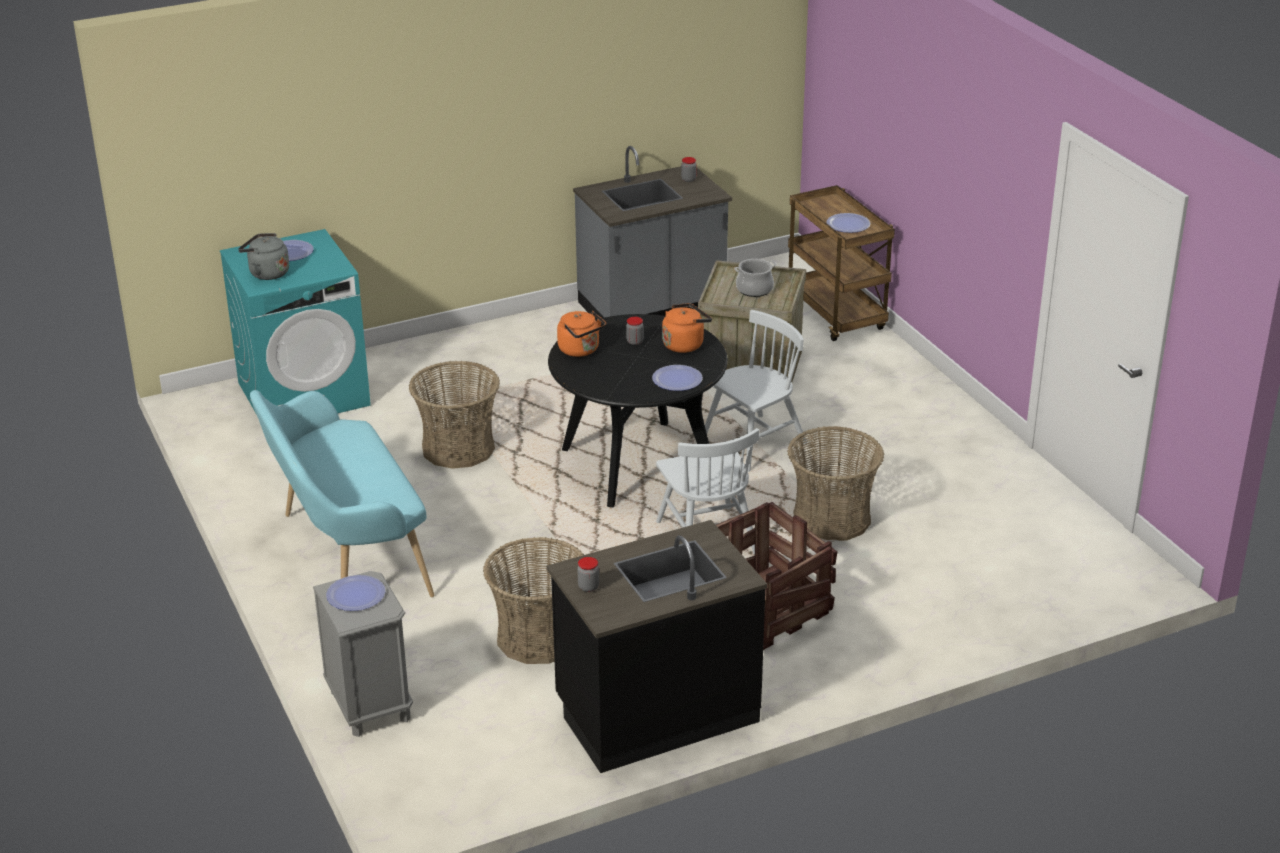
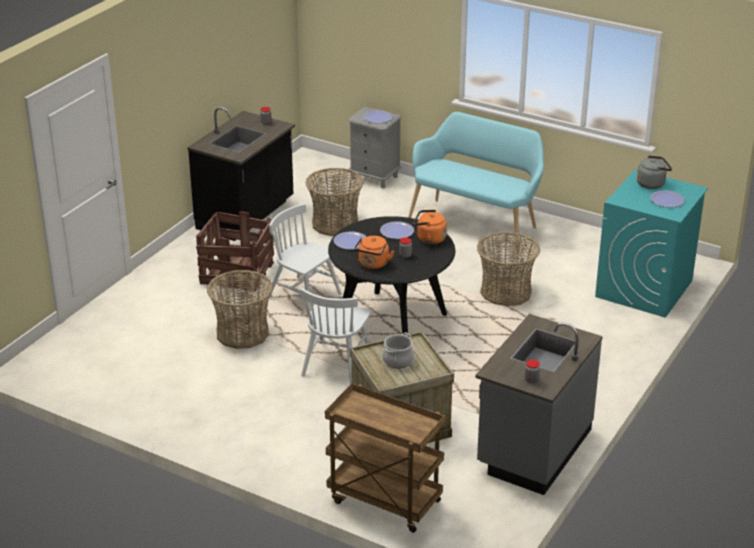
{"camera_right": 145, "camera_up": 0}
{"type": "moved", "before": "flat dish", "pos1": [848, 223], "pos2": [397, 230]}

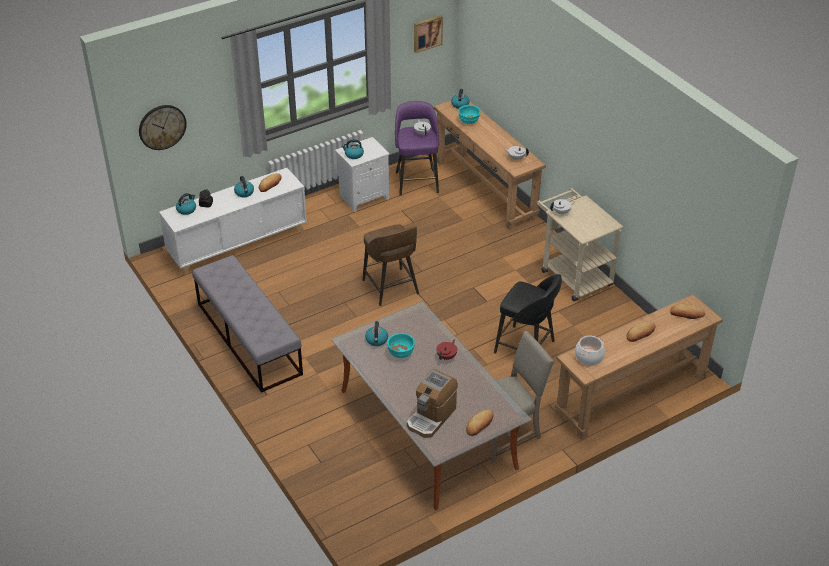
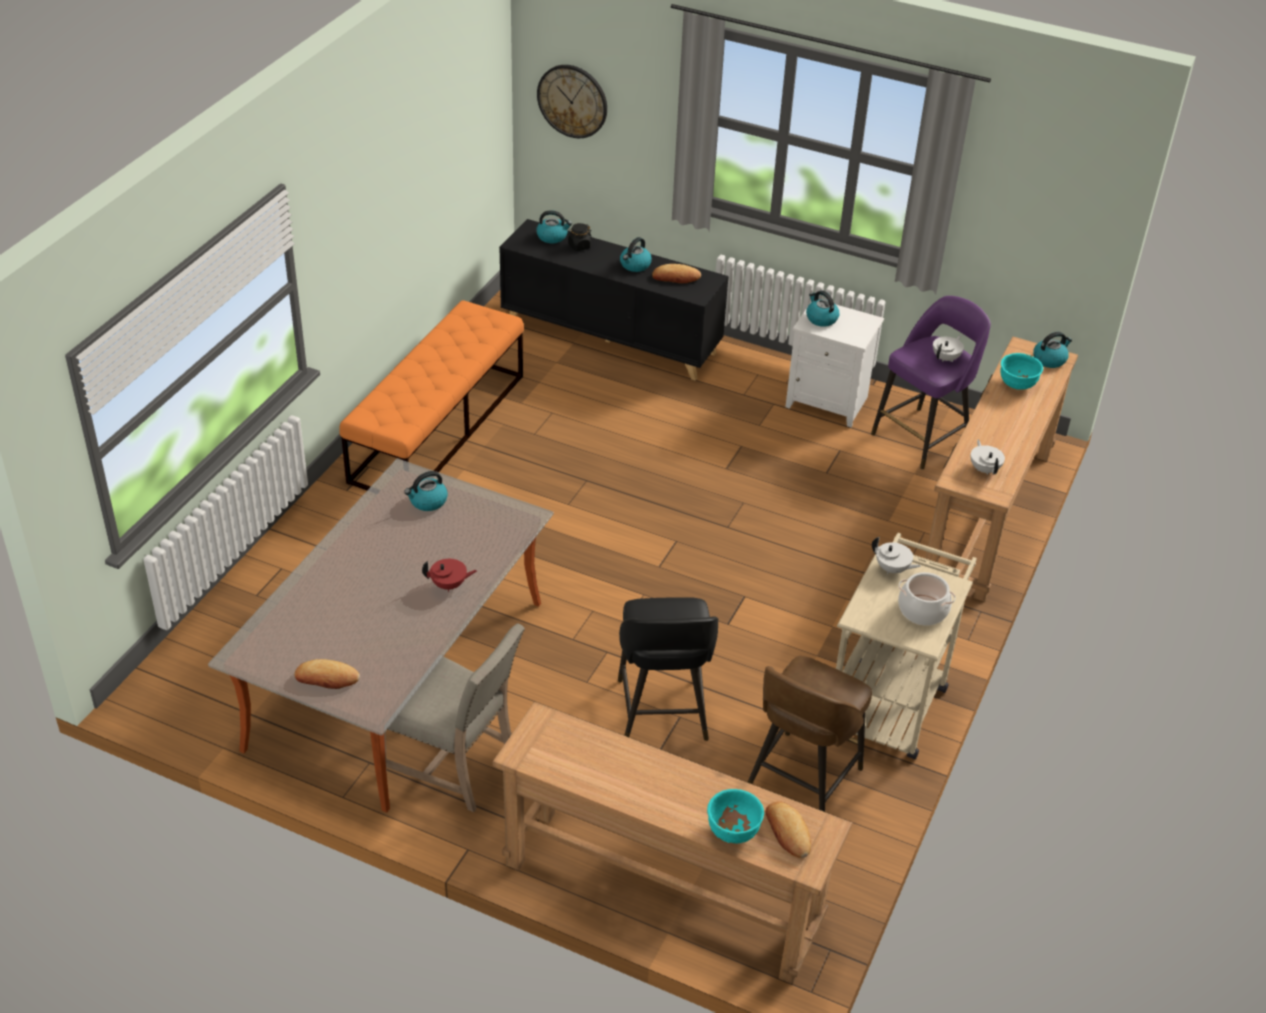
{"camera_right": 55, "camera_up": 0}
{"type": "recoloured", "before": "whitish cabinet", "after": "blackish cabinet", "pos1": [233, 222], "pos2": [614, 300]}
{"type": "recoloured", "before": "greyish bench", "after": "orange-coloured bench", "pos1": [247, 324], "pos2": [431, 395]}
{"type": "moved", "before": "brown-coloured sitting stool", "pos1": [391, 265], "pos2": [809, 734]}
{"type": "moved", "before": "blue-green serving bowl", "pos1": [401, 345], "pos2": [735, 816]}
{"type": "removed", "before": "coffee maker", "pos1": [432, 403]}
{"type": "removed", "before": "wall art", "pos1": [428, 34]}
{"type": "moved", "before": "stockpot", "pos1": [590, 350], "pos2": [927, 599]}
{"type": "removed", "before": "baked bread", "pos1": [641, 332]}

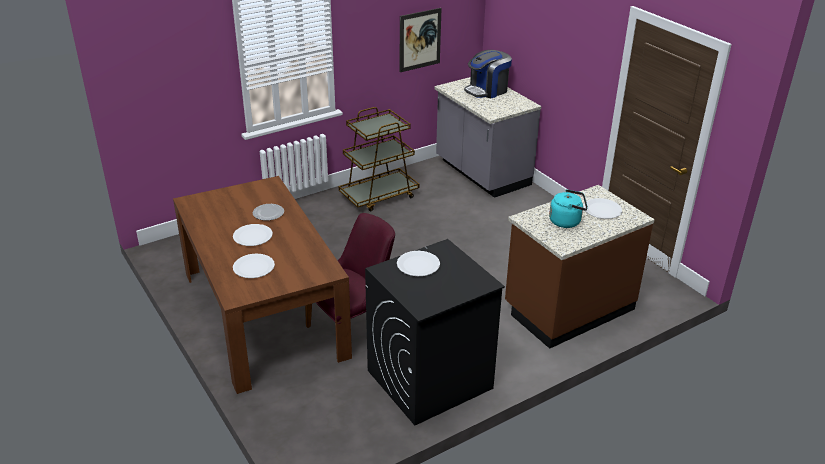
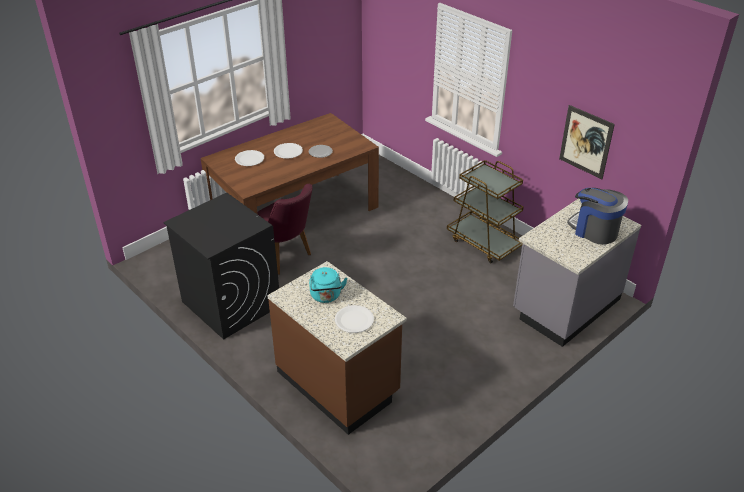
{"camera_right": 80, "camera_up": 5}
{"type": "removed", "before": "whitish flat dish", "pos1": [418, 263]}

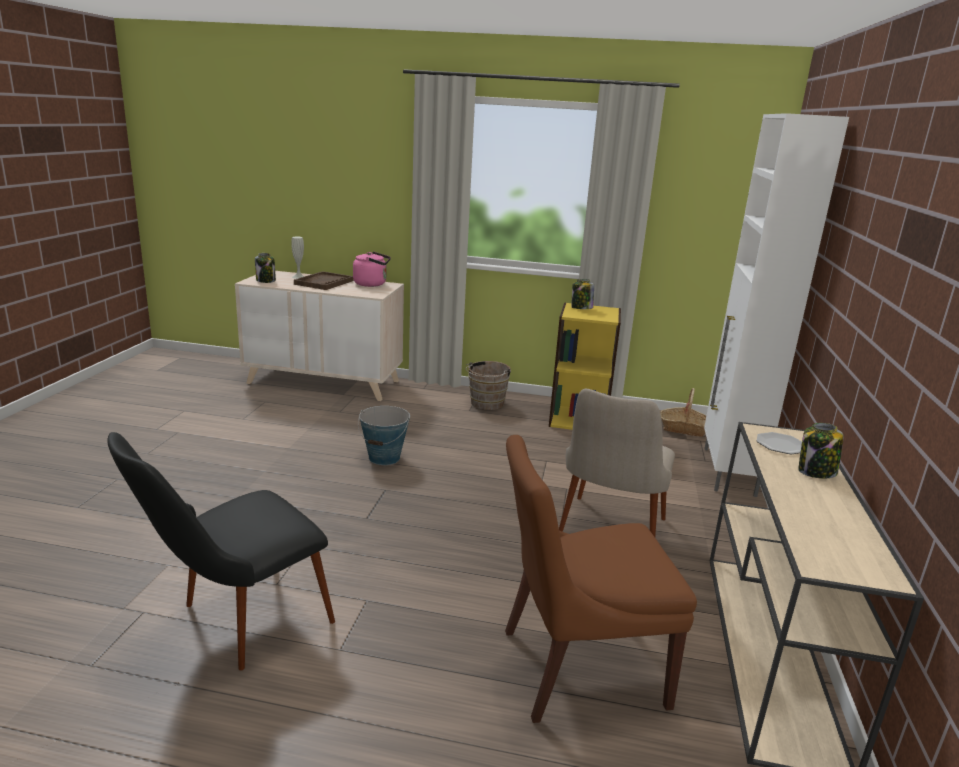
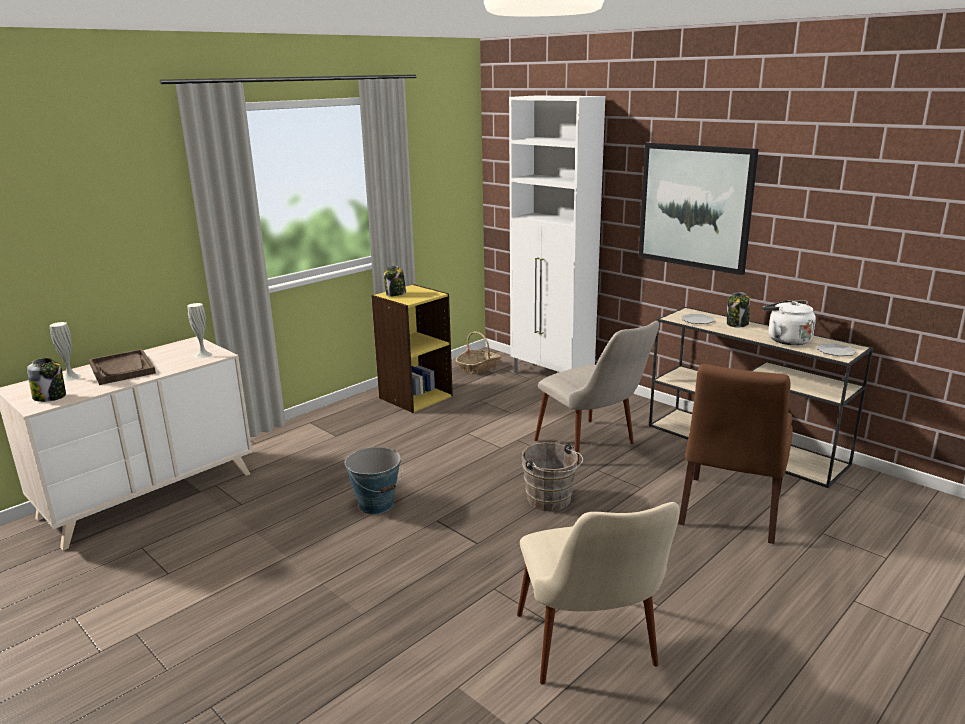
{"camera_right": -55, "camera_up": 0}
{"type": "recoloured", "before": "blackish upright chair", "after": "sand-coloured upright chair", "pos1": [221, 551], "pos2": [598, 593]}
{"type": "removed", "before": "pink water kettle", "pos1": [372, 269]}
{"type": "moved", "before": "brown-coloured pail", "pos1": [488, 385], "pos2": [552, 476]}
{"type": "added", "after": "whitish flower vase", "pos2": [200, 330]}
{"type": "added", "after": "wall art", "pos2": [698, 209]}
{"type": "added", "after": "whitish water kettle", "pos2": [789, 322]}
{"type": "added", "after": "flat dish", "pos2": [836, 349]}

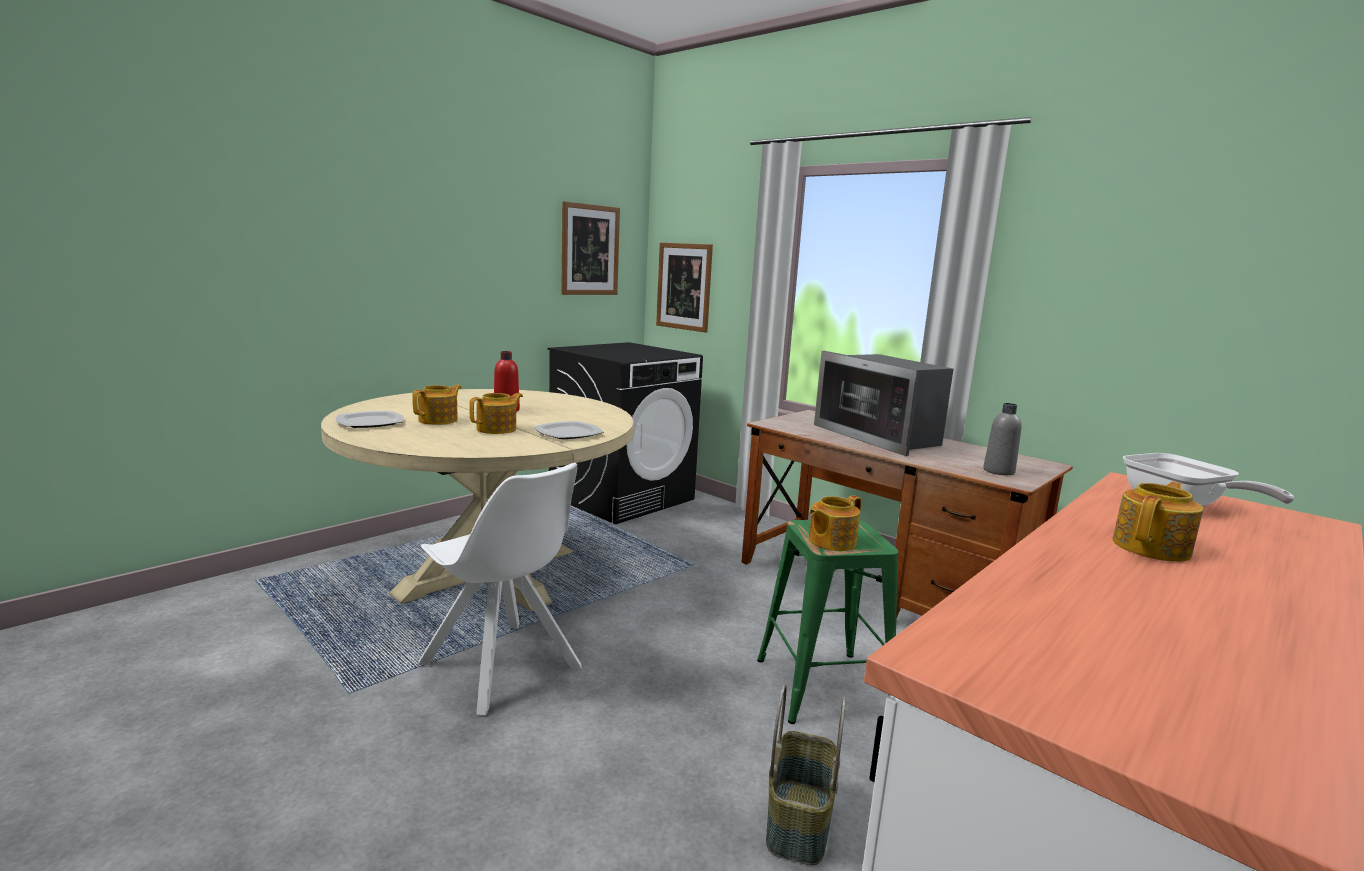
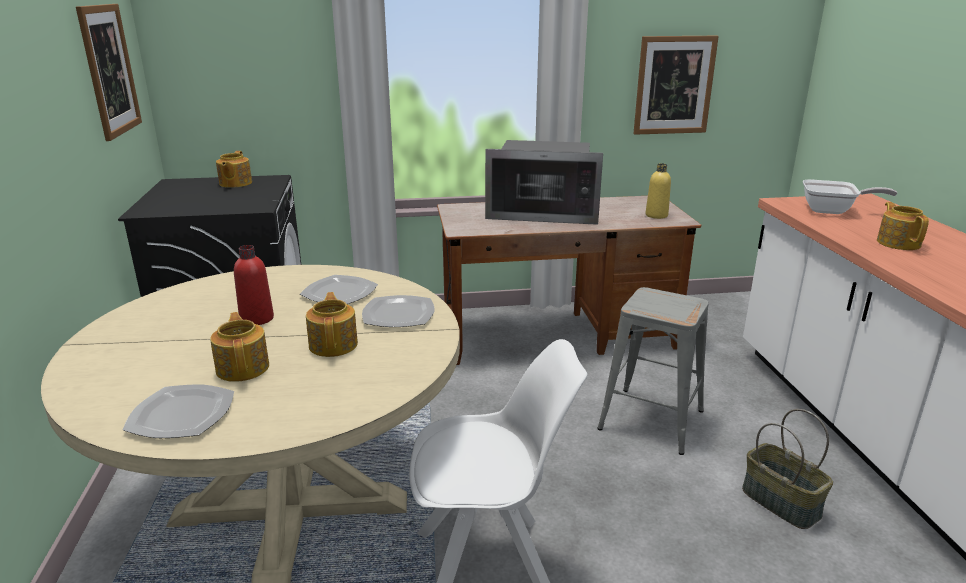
{"camera_right": -50, "camera_up": 10}
{"type": "moved", "before": "wall art", "pos1": [684, 288], "pos2": [676, 85]}
{"type": "recoloured", "before": "green-coloured sitting stool", "after": "greyish sitting stool", "pos1": [827, 622], "pos2": [653, 371]}
{"type": "moved", "before": "pot for tea", "pos1": [835, 523], "pos2": [234, 169]}
{"type": "recoloured", "before": "greyish bottle", "after": "yellowish bottle", "pos1": [1002, 439], "pos2": [658, 191]}
{"type": "added", "after": "flat dish", "pos2": [339, 289]}

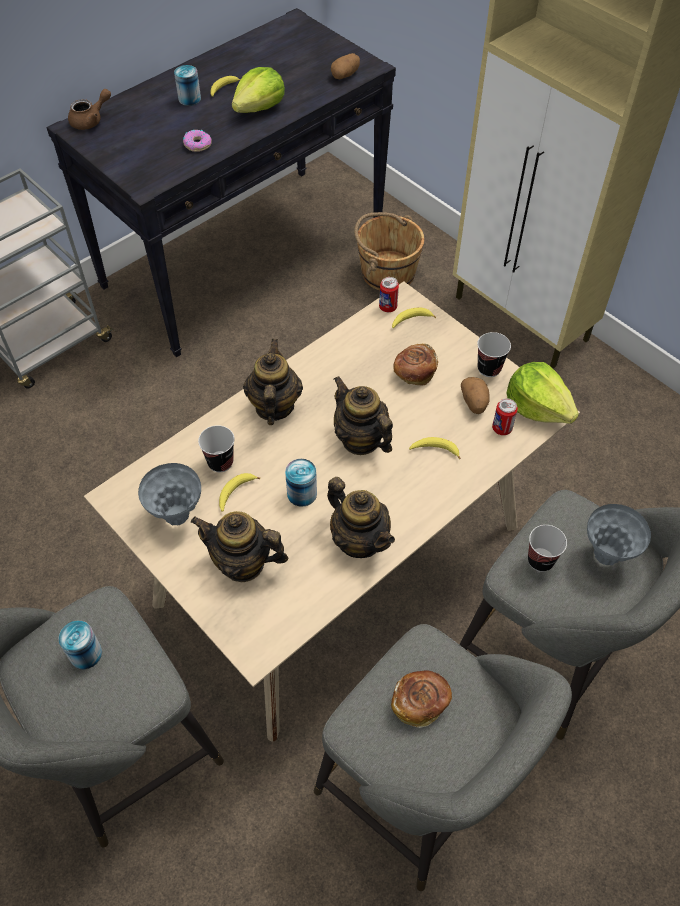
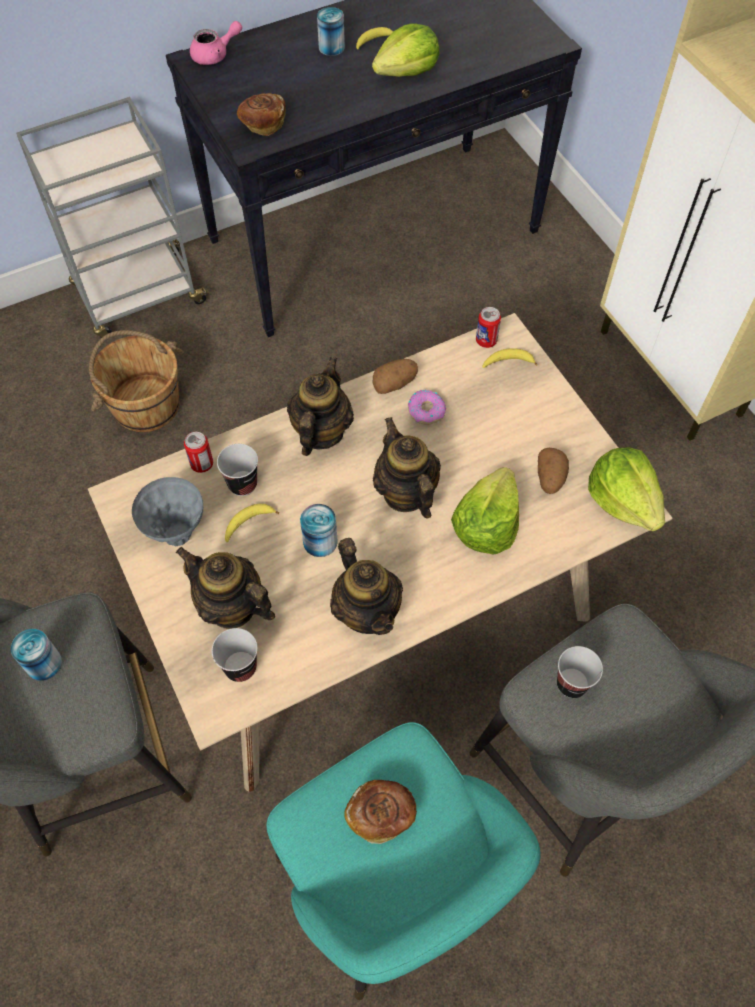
{"camera_right": 15, "camera_up": 5}
{"type": "recoloured", "before": "brown-coloured pot for tea", "after": "pink pot for tea", "pos1": [89, 109], "pos2": [216, 43]}
{"type": "moved", "before": "donut", "pos1": [197, 141], "pos2": [427, 407]}
{"type": "recoloured", "before": "greyish sitting stool", "after": "blue-green sitting stool", "pos1": [443, 757], "pos2": [403, 861]}
{"type": "moved", "before": "spud", "pos1": [345, 66], "pos2": [395, 376]}
{"type": "moved", "before": "brown-coloured pail", "pos1": [389, 251], "pos2": [136, 381]}
{"type": "moved", "before": "baked bread", "pos1": [415, 364], "pos2": [261, 114]}
{"type": "replaced", "before": "banana", "after": "head of lettuce", "pos1": [435, 448], "pos2": [485, 511]}
{"type": "moved", "before": "drinking cup", "pos1": [494, 354], "pos2": [235, 655]}
{"type": "moved", "before": "metal can", "pos1": [505, 416], "pos2": [198, 452]}
{"type": "removed", "before": "greyish flower vase", "pos1": [619, 534]}

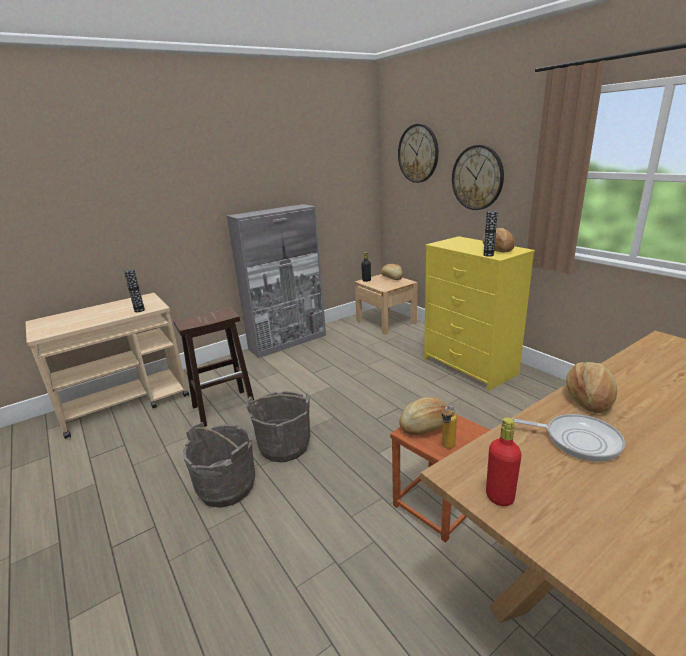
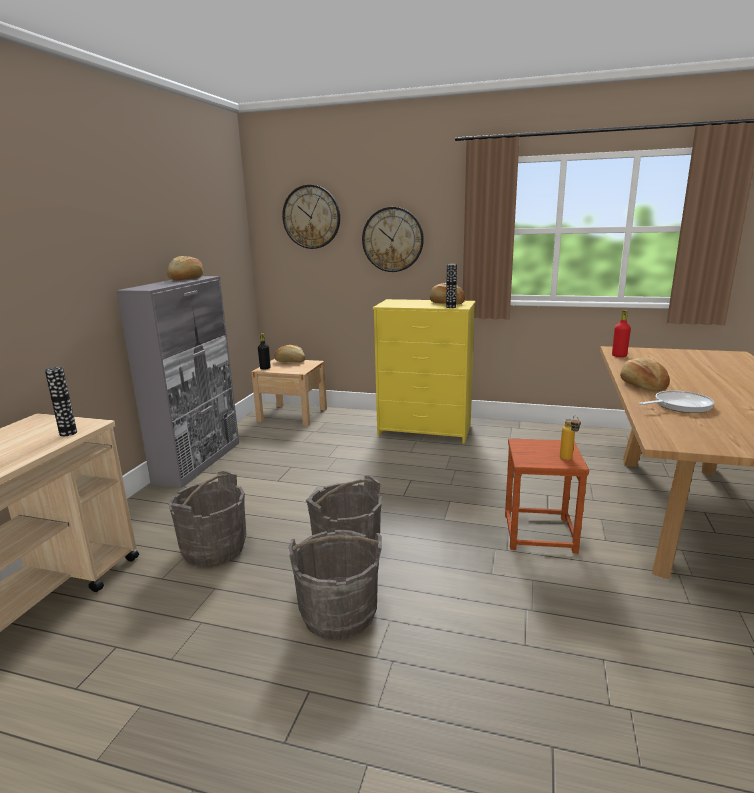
{"camera_right": -40, "camera_up": -5}
{"type": "replaced", "before": "brown-coloured sitting stool", "after": "greyish pail", "pos1": [214, 367], "pos2": [207, 519]}
{"type": "moved", "before": "baked bread", "pos1": [423, 416], "pos2": [185, 268]}
{"type": "moved", "before": "reddish bottle", "pos1": [504, 461], "pos2": [621, 333]}

